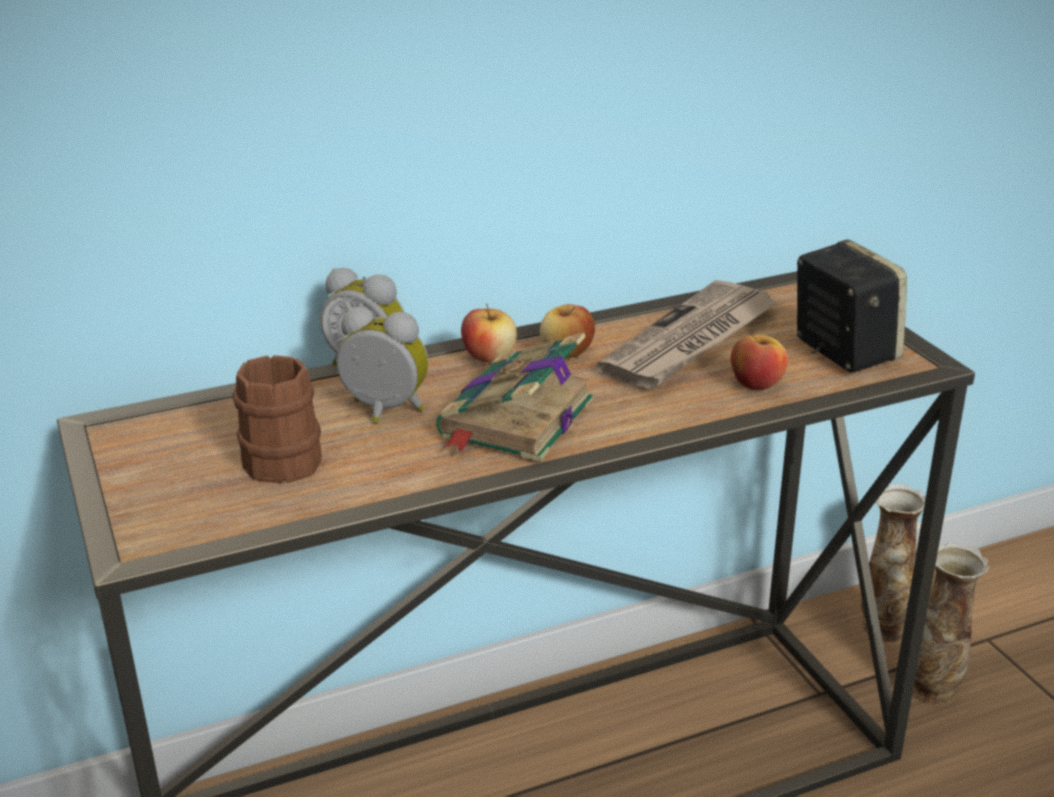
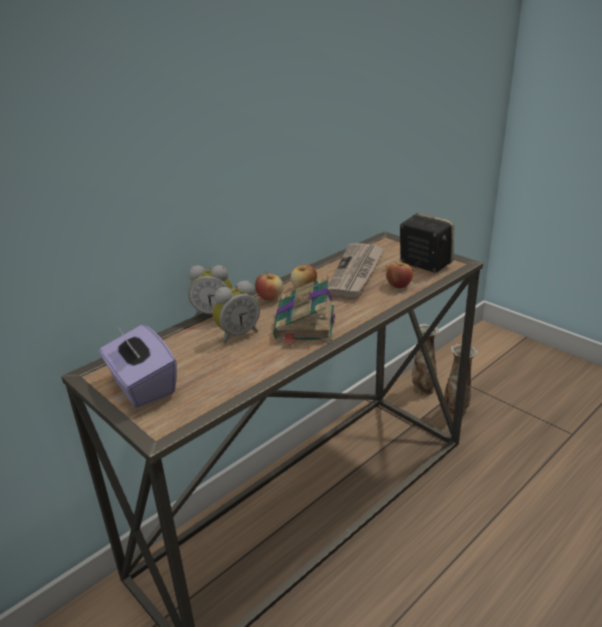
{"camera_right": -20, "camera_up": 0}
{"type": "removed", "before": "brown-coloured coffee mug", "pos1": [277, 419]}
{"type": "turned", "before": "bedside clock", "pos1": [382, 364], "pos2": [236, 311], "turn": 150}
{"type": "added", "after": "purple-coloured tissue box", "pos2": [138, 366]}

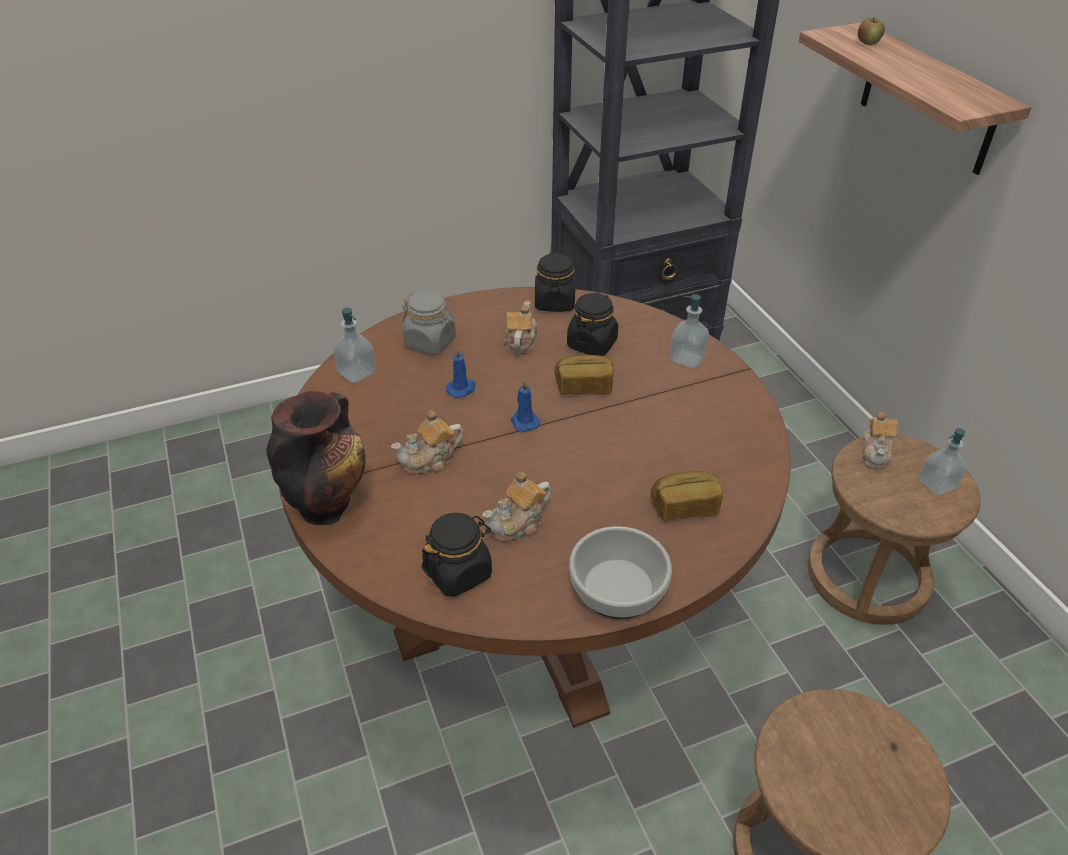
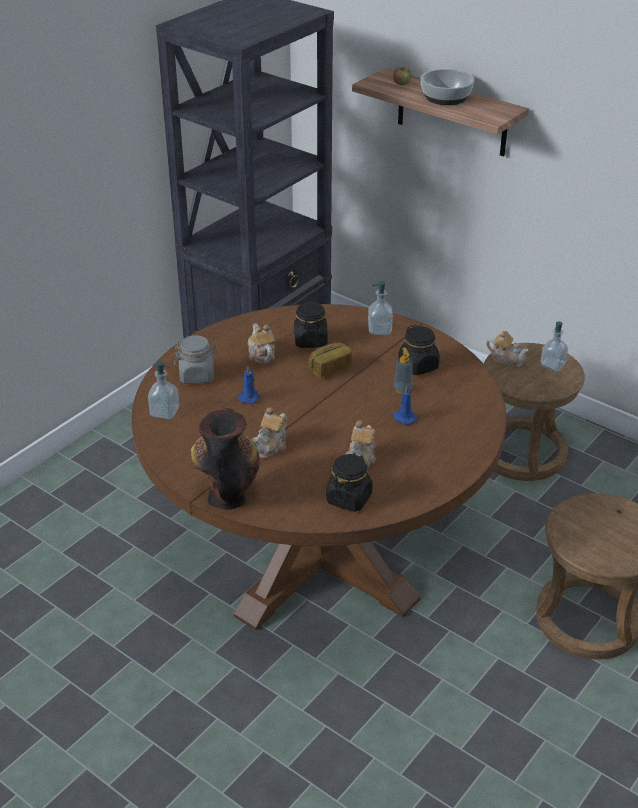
{"camera_right": -30, "camera_up": -5}
{"type": "moved", "before": "blue wax candle", "pos1": [525, 406], "pos2": [405, 405]}
{"type": "moved", "before": "blackish jar", "pos1": [555, 282], "pos2": [419, 350]}
{"type": "moved", "before": "serving bowl", "pos1": [620, 572], "pos2": [447, 87]}
{"type": "removed", "before": "baked bread", "pos1": [687, 496]}
{"type": "turned", "before": "pot for tea", "pos1": [880, 441], "pos2": [507, 349], "turn": -45}
{"type": "added", "after": "soap bottle", "pos2": [403, 371]}

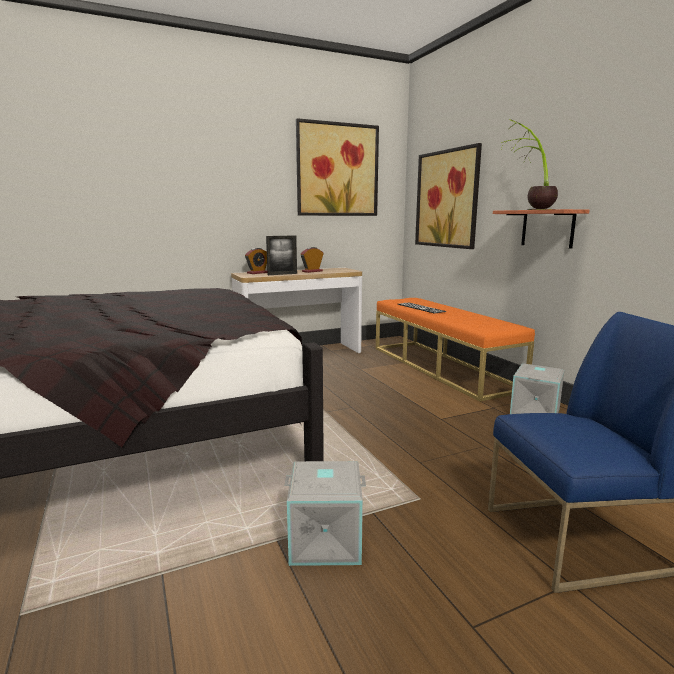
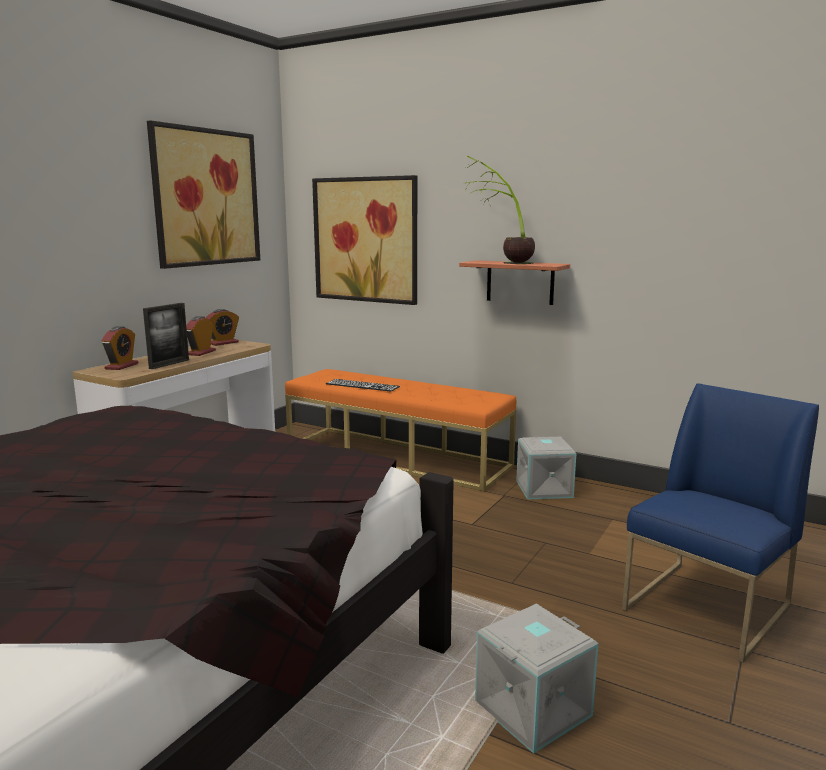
{"camera_right": -35, "camera_up": 0}
{"type": "added", "after": "bedside clock", "pos2": [222, 327]}

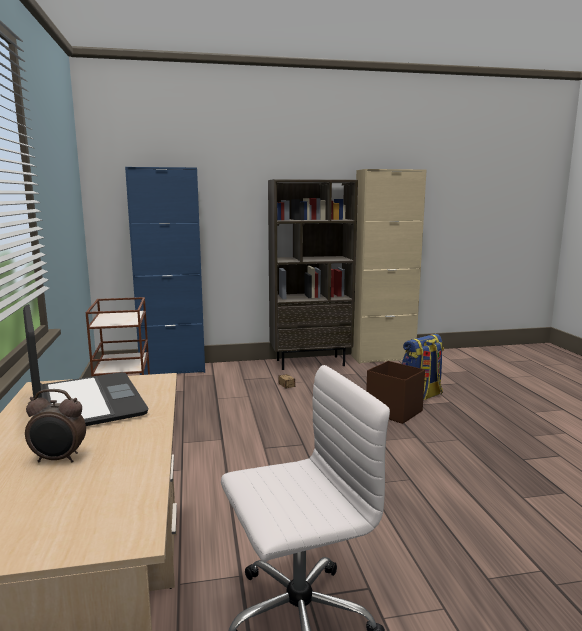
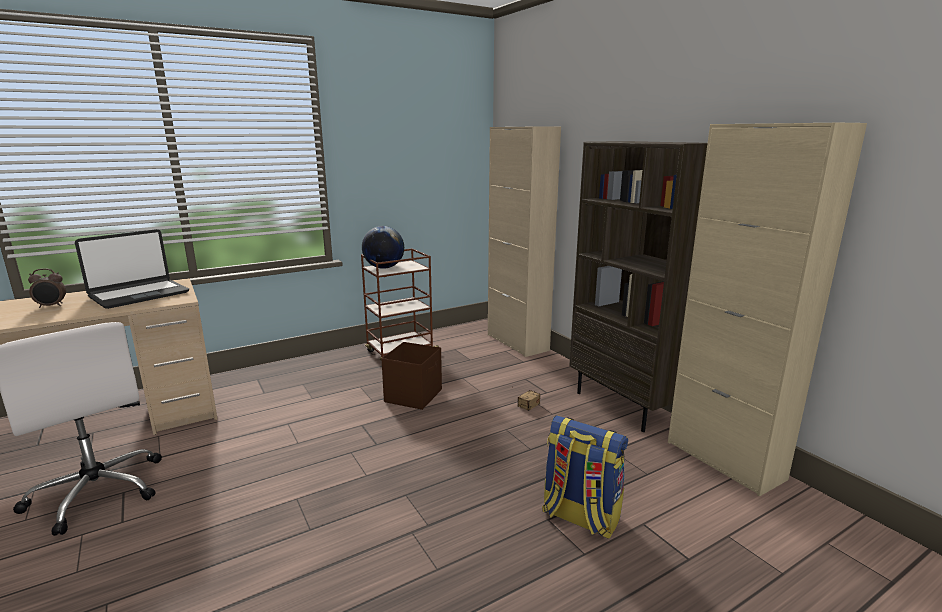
{"camera_right": 70, "camera_up": 5}
{"type": "turned", "before": "bedside clock", "pos1": [55, 426], "pos2": [47, 288], "turn": -90}
{"type": "recoloured", "before": "blue cabinet", "after": "sand-coloured cabinet", "pos1": [165, 271], "pos2": [524, 241]}
{"type": "moved", "before": "brown-coloured storage box", "pos1": [395, 392], "pos2": [411, 376]}
{"type": "added", "after": "globe", "pos2": [383, 247]}

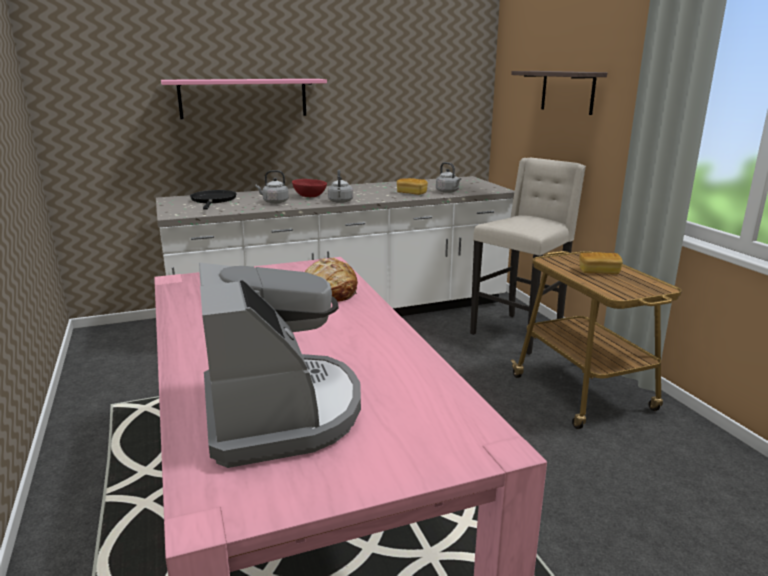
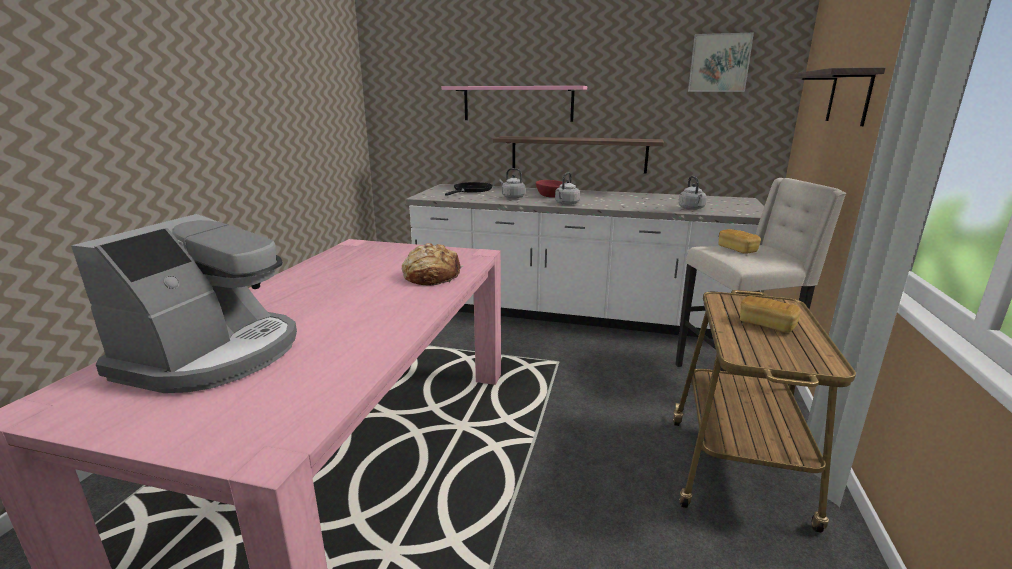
{"camera_right": 35, "camera_up": 0}
{"type": "moved", "before": "baked bread", "pos1": [412, 186], "pos2": [740, 241]}
{"type": "added", "after": "wall shelf", "pos2": [578, 154]}
{"type": "added", "after": "wall art", "pos2": [721, 62]}

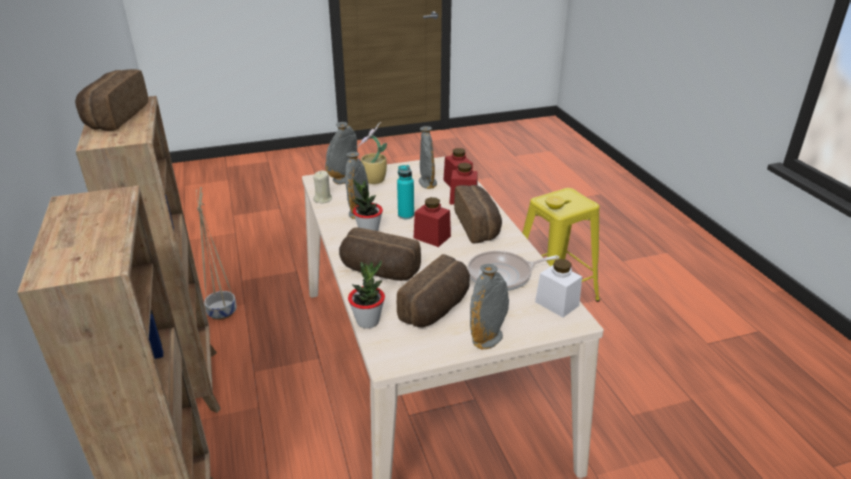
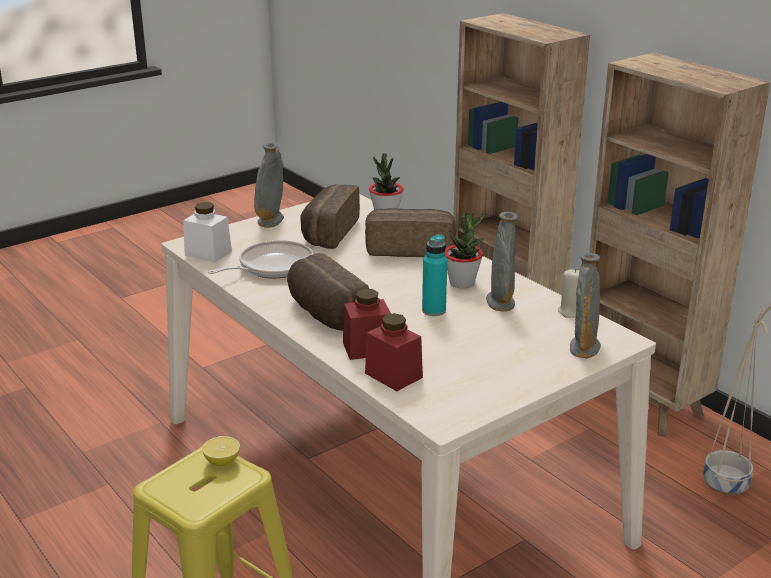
{"camera_right": 160, "camera_up": -5}
{"type": "removed", "before": "baked bread", "pos1": [111, 100]}
{"type": "removed", "before": "plant in a pot", "pos1": [372, 153]}
{"type": "removed", "before": "reddish jar", "pos1": [432, 222]}
{"type": "removed", "before": "greyish flower vase", "pos1": [428, 157]}

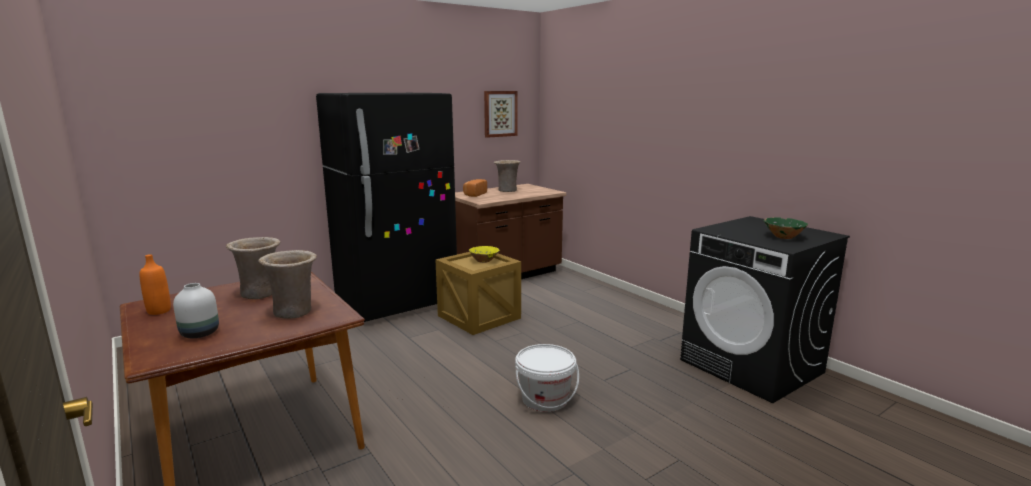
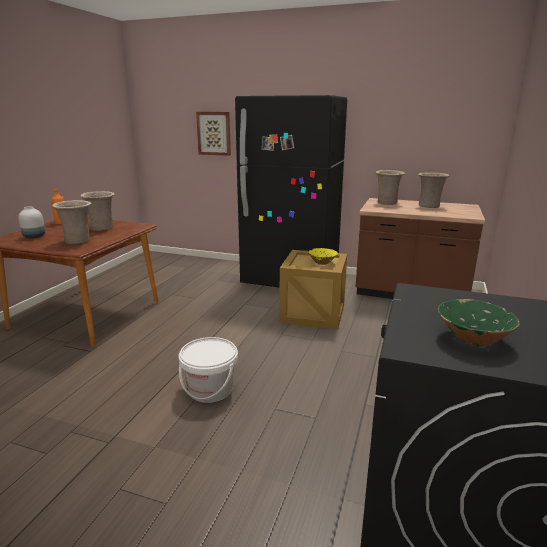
{"camera_right": 55, "camera_up": 5}
{"type": "replaced", "before": "baked bread", "after": "sand-coloured flower vase", "pos1": [475, 188], "pos2": [390, 187]}
{"type": "moved", "before": "wall art", "pos1": [500, 114], "pos2": [213, 134]}

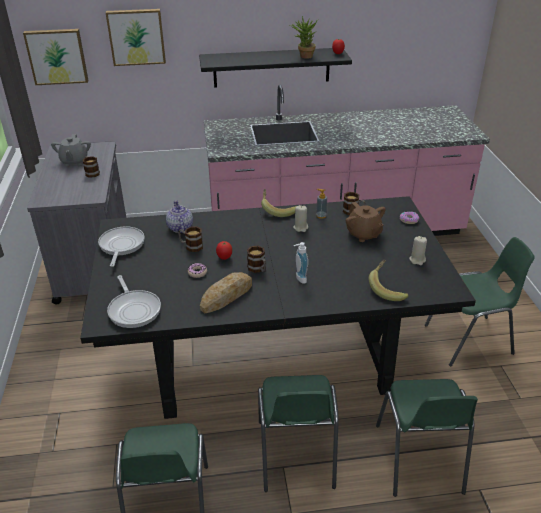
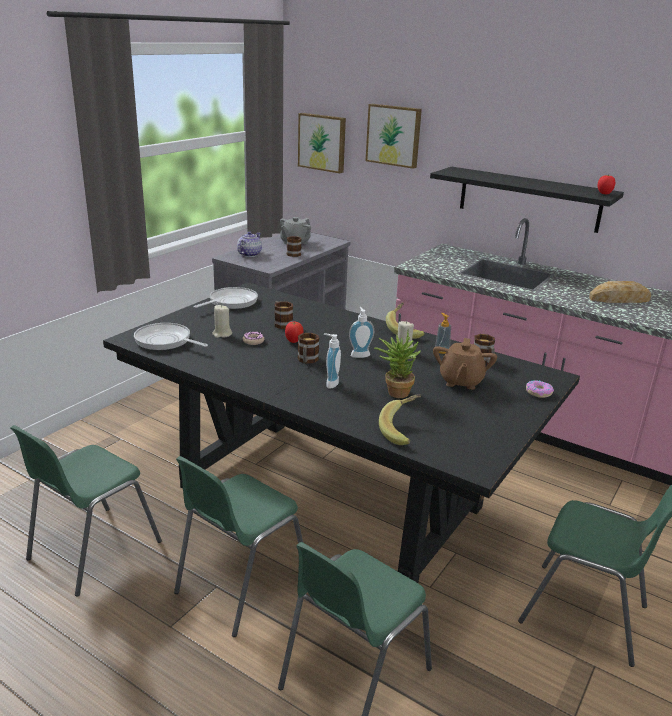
{"camera_right": 40, "camera_up": -10}
{"type": "turned", "before": "skillet", "pos1": [134, 301], "pos2": [171, 336], "turn": 105}
{"type": "moved", "before": "pot for tea", "pos1": [179, 216], "pos2": [249, 244]}
{"type": "moved", "before": "baked bread", "pos1": [226, 292], "pos2": [620, 292]}
{"type": "moved", "before": "plant in a pot", "pos1": [303, 37], "pos2": [397, 364]}
{"type": "moved", "before": "sand-coloured wax candle", "pos1": [418, 250], "pos2": [222, 321]}
{"type": "added", "after": "soap bottle", "pos2": [361, 332]}

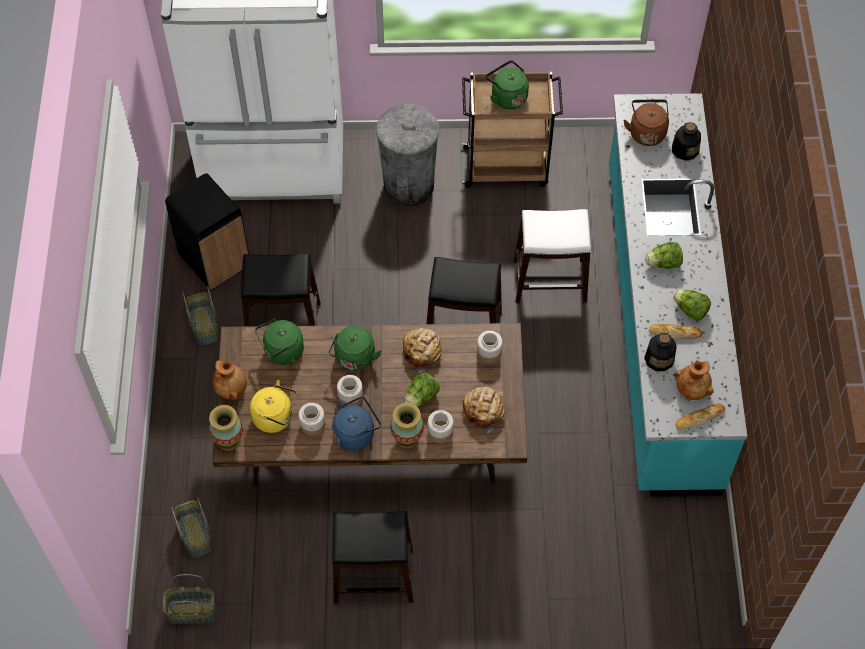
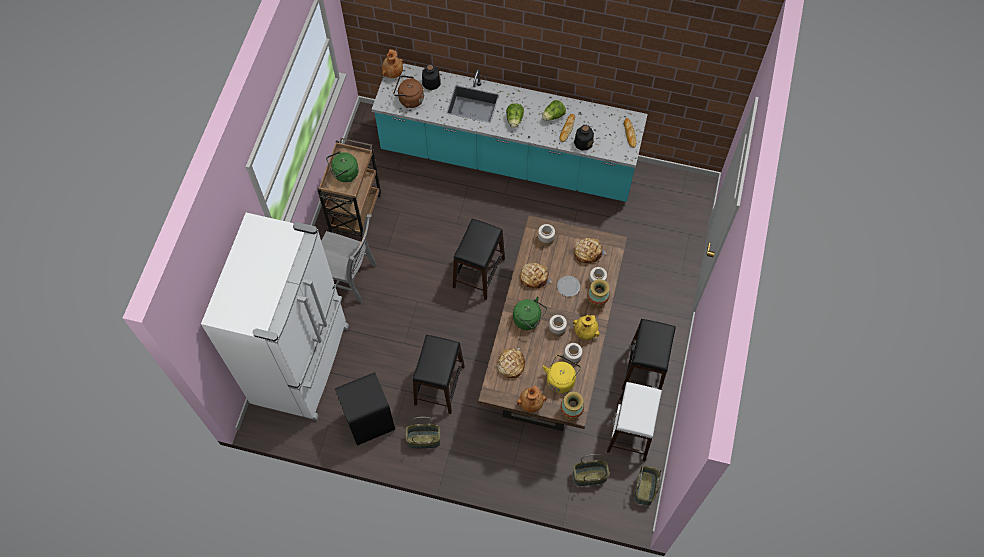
{"camera_right": -75, "camera_up": 5}
{"type": "replaced", "before": "green-coloured water kettle", "after": "baked bread", "pos1": [279, 342], "pos2": [511, 363]}
{"type": "replaced", "before": "blue water kettle", "after": "yellowish flower vase", "pos1": [356, 423], "pos2": [586, 327]}
{"type": "replaced", "before": "greyish rubbish bin", "after": "greyish upright chair", "pos1": [408, 155], "pos2": [349, 258]}
{"type": "replaced", "before": "head of lettuce", "after": "flat dish", "pos1": [422, 389], "pos2": [568, 286]}
{"type": "moved", "before": "whitish sitting stool", "pos1": [552, 256], "pos2": [634, 421]}
{"type": "moved", "before": "brown-coloured flower vase", "pos1": [694, 380], "pos2": [392, 63]}

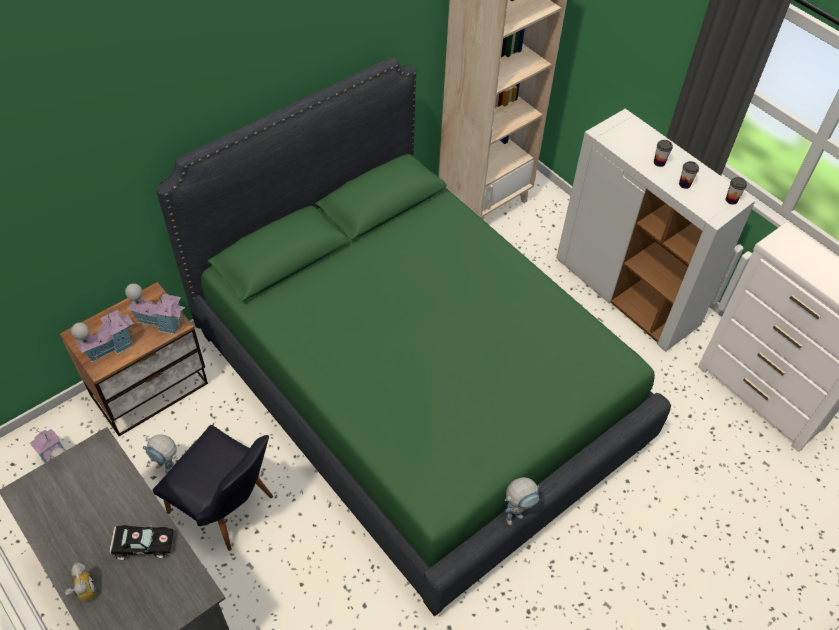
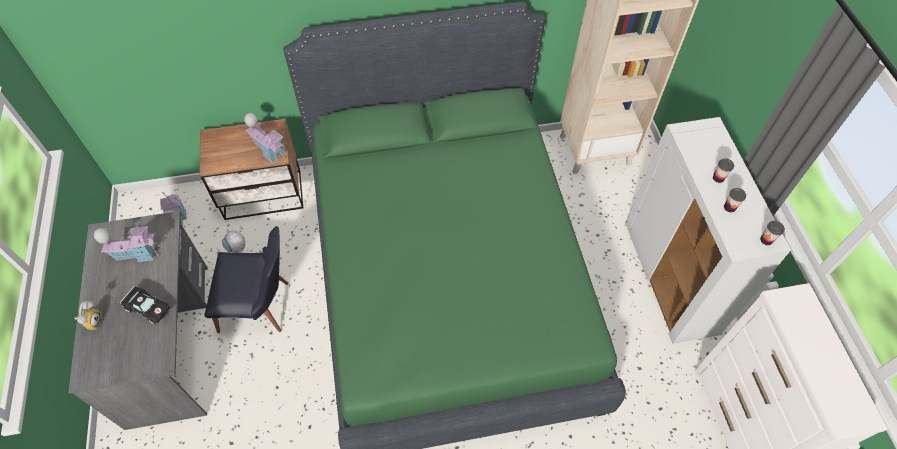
{"camera_right": 30, "camera_up": 5}
{"type": "moved", "before": "model house", "pos1": [103, 335], "pos2": [127, 244]}
{"type": "turned", "before": "blackish upright chair", "pos1": [212, 488], "pos2": [247, 279], "turn": -60}
{"type": "removed", "before": "robot figure", "pos1": [522, 501]}

